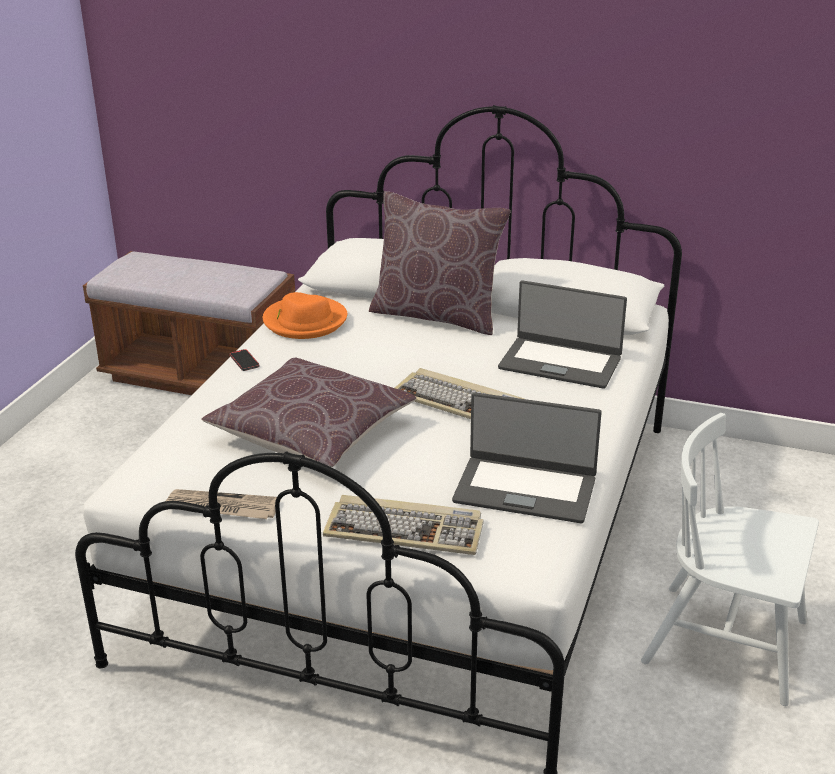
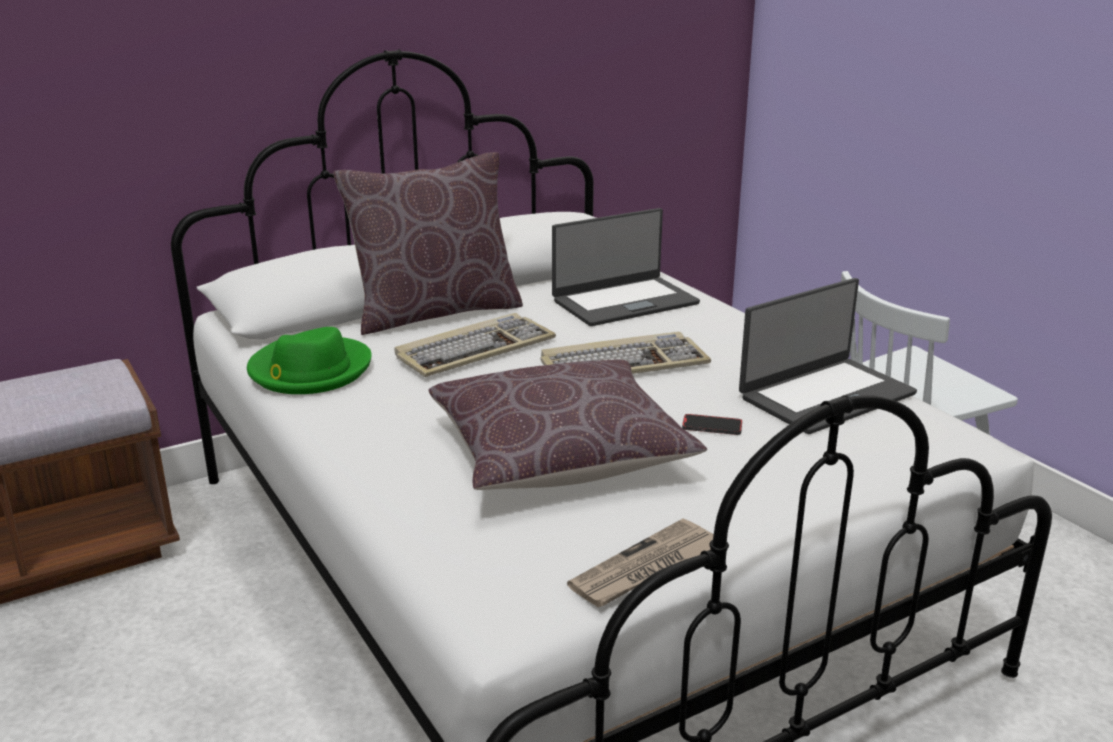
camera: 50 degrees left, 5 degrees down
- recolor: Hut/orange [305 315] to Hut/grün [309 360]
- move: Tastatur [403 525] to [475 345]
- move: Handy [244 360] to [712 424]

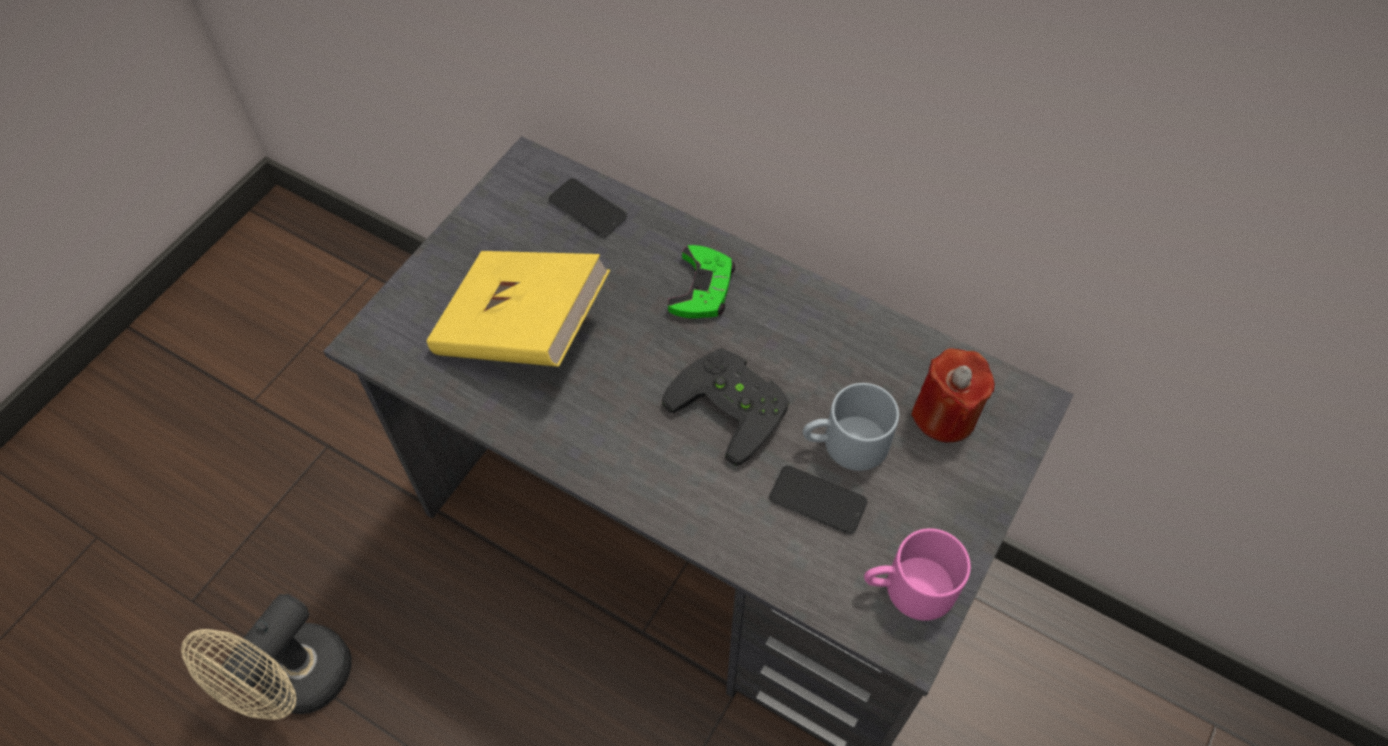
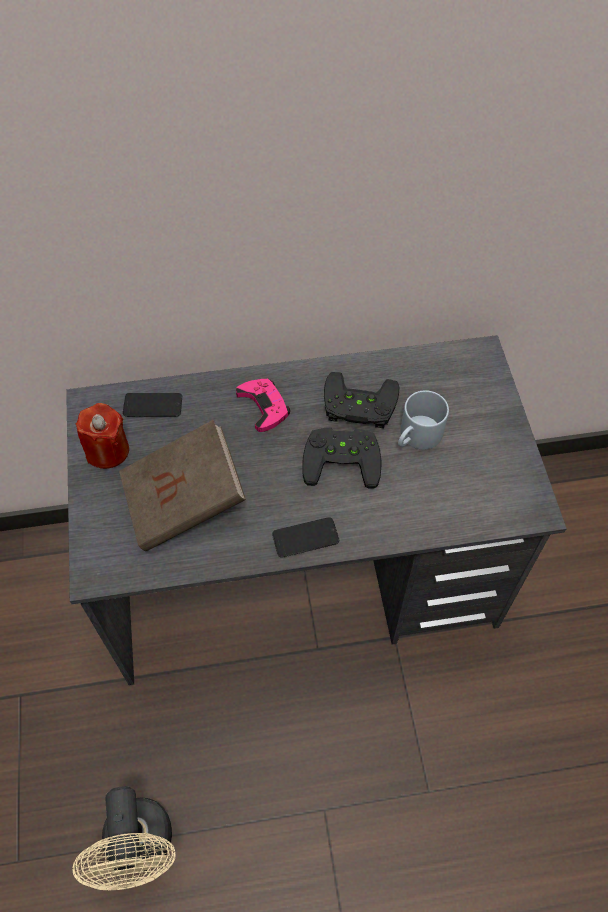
camera: 40 degrees left, 0 degrees up
- move: Kerze/rot [953 395] to [102 436]
- recolor: Buch/gelb [518 309] to Buch/braun [182 485]
- recolor: Gamepad/grün [701 281] to Gamepad/rosa [263 405]
- move: Handy [818 499] to [305 537]
- insert: Gamepad/schwarz [361 400]
- delete: Henkelbecher/rosa [917 574]

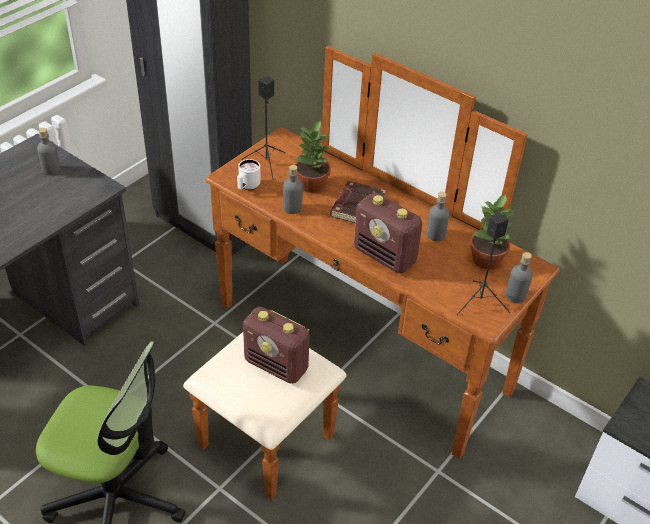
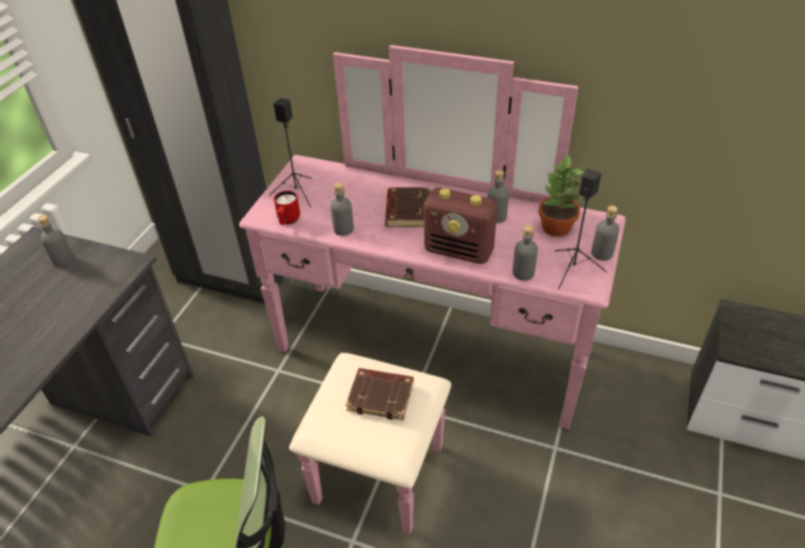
camera: 15 degrees left, 0 degrees up
- recolor: Kommode/braun [371 273] to Kommode/rosa [432 290]
- recolor: Henkelbecher/weiß [249 174] to Henkelbecher/rot [287 208]
- replace: Radio [276 345] to Buch/braun [380 394]
- insert: Flasche/grau [525 253]
- delete: Topfpflanze [313 156]

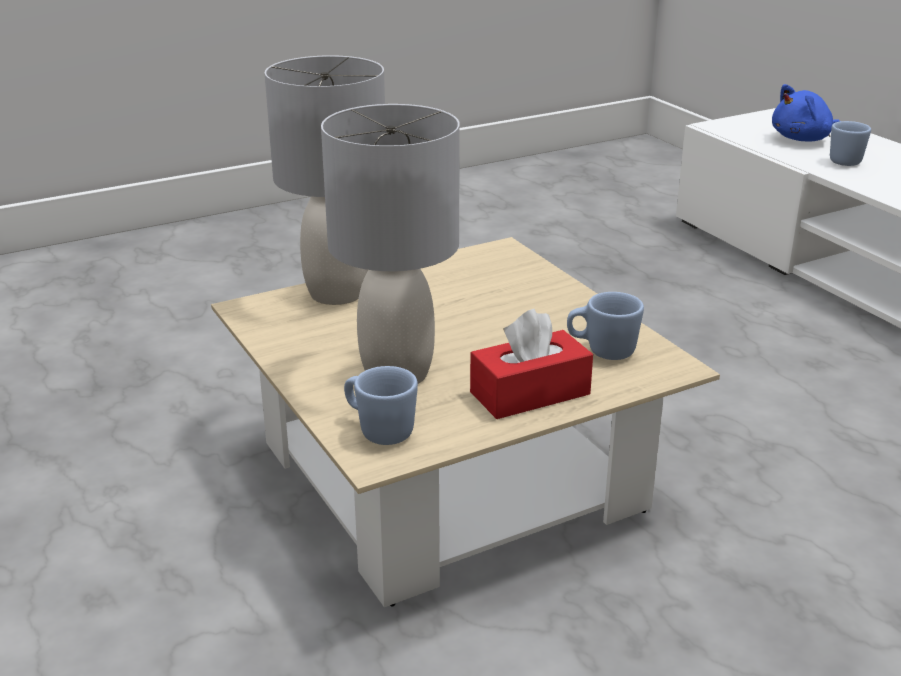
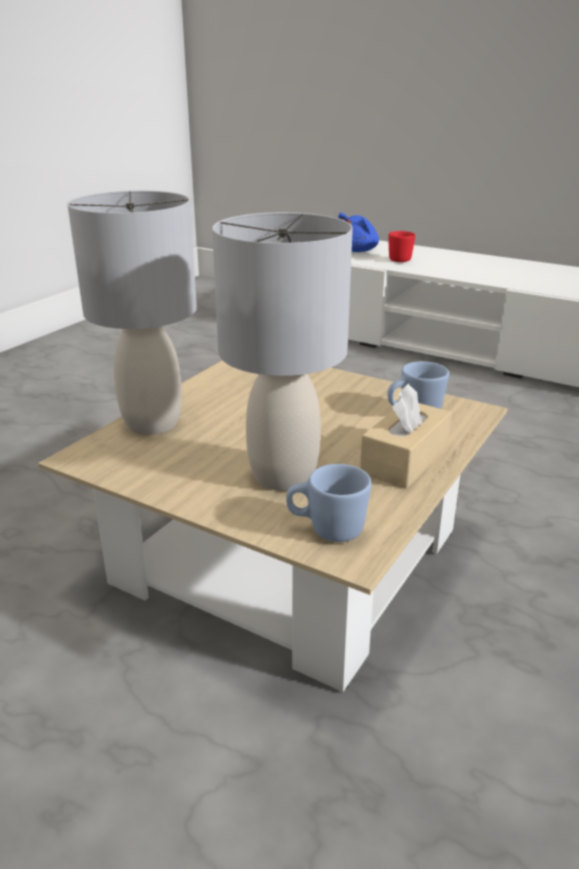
camera: 30 degrees left, 0 degrees up
- recolor: Taschentuchbox/rot [531 364] to Taschentuchbox/beige [405 435]
- recolor: Henkelbecher/blau [850 143] to Henkelbecher/rot [401 246]

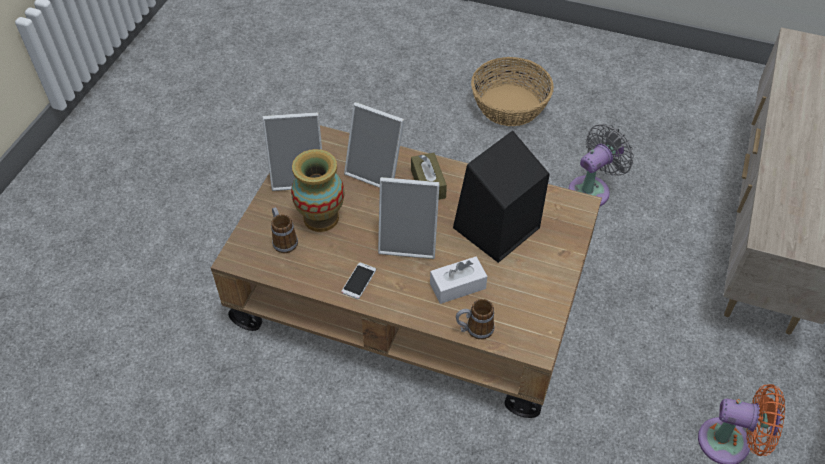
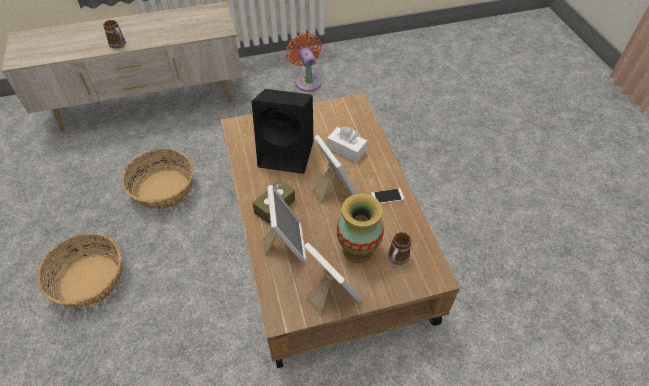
camera: 125 degrees left, 0 degrees up
- move: Henkelbecher [475 319] to [114 34]
- replace: Ventilator/grau [601 165] to Korb [158 179]

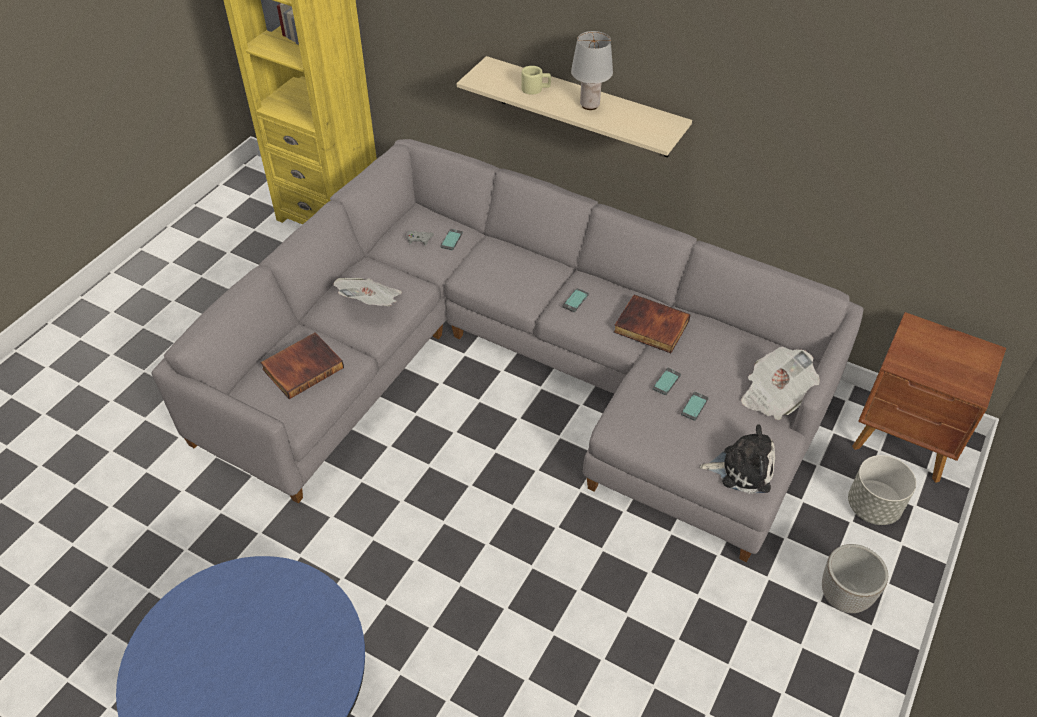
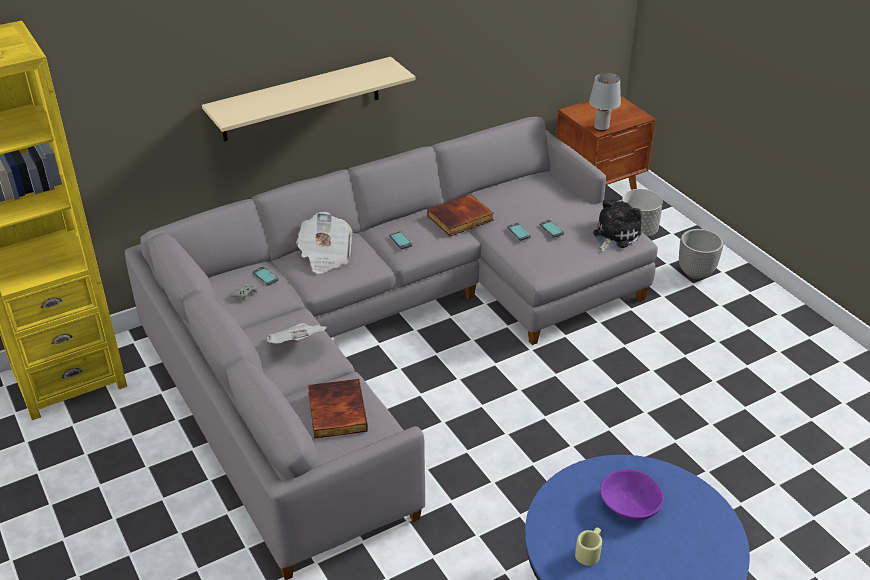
camera: 60 degrees left, 10 degrees down
- move: Zeitung [780 383] to [324 243]
- move: Henkelbecher/beige [536 80] to [588 546]
- move: Tischlampe/grau [592 70] to [605 102]
- insert: Schüssel/lila [632 494]

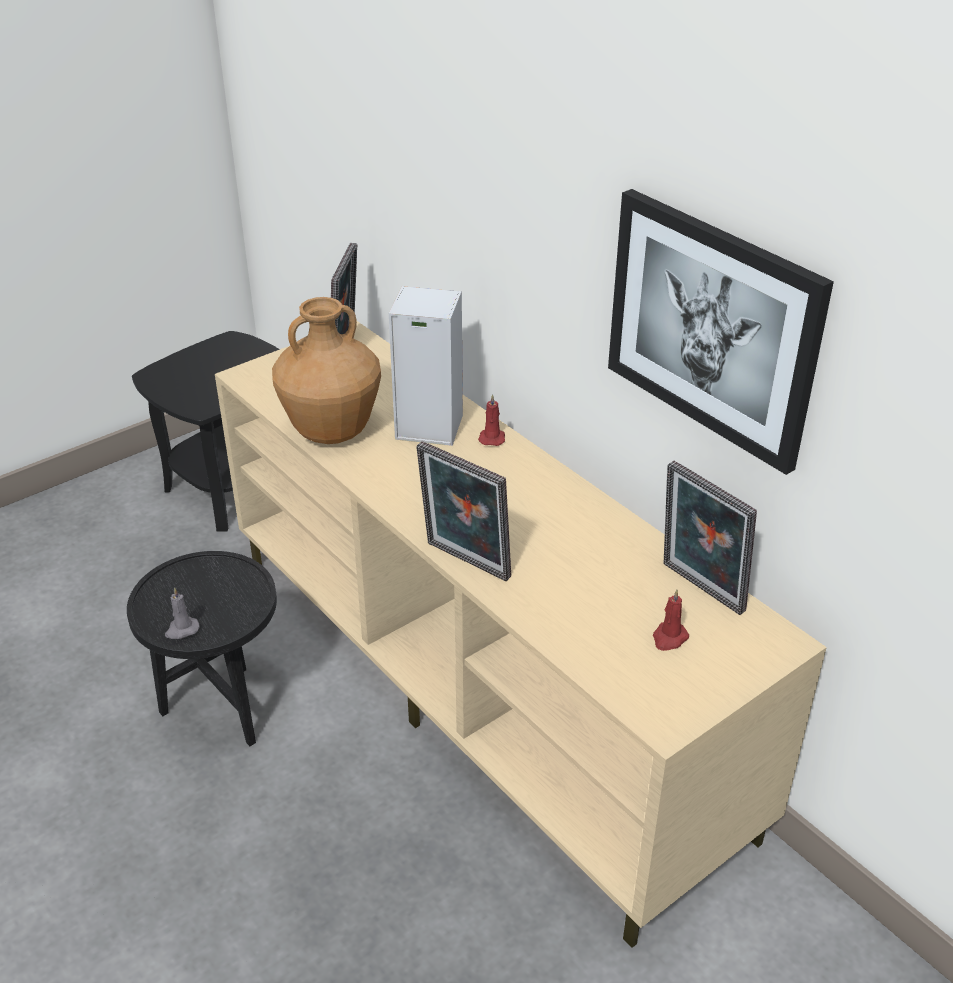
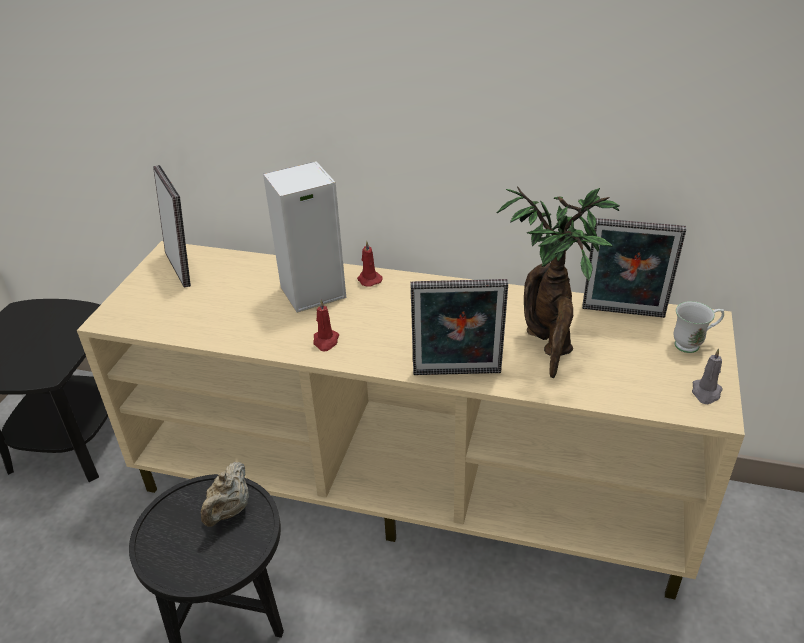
camera: 35 degrees left, 0 degrees up
- insert: Teekanne/beige [225 494]
- move: Kerze/rot [671 620] to [326 325]
- insert: Topfpflanze [558 282]
- insert: Henkelbecher/weiß [698 327]
- move: Kerze/grau [182 613] to [707 376]
- delete: Vase/braun [326 370]
- delete: Bild [721 332]

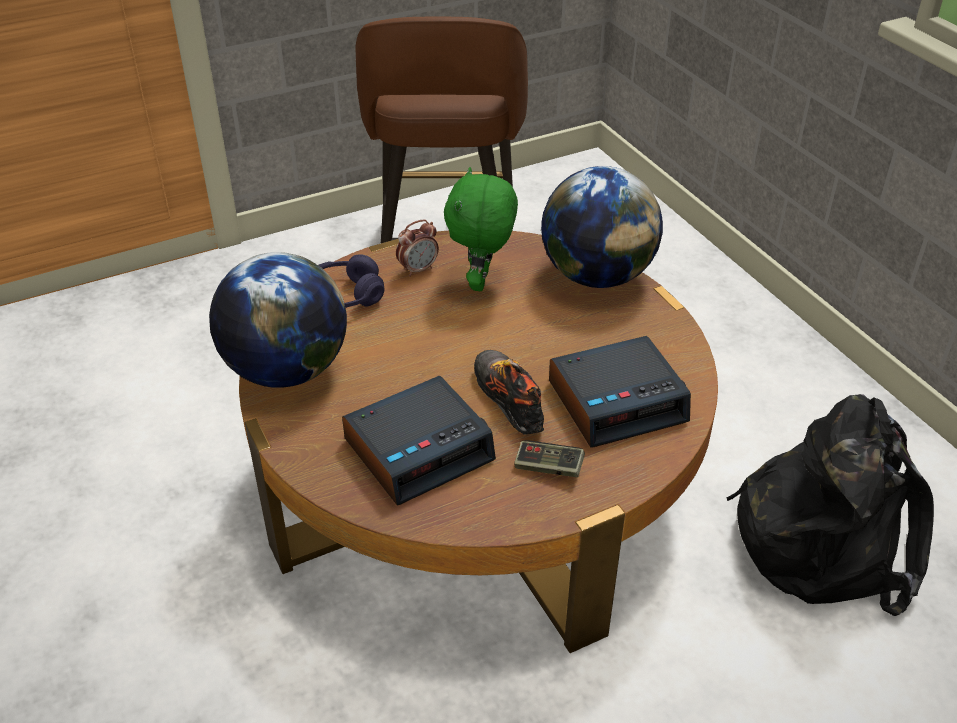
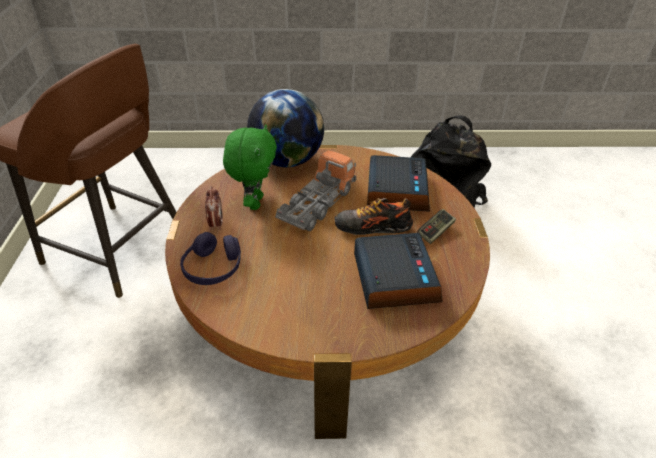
camera: 65 degrees left, 0 degrees up
- rotate: Plüschtier/grün [481 229] = [250 167] 120 degrees counterclockwise
- insert: Spielzeuglaster [315 190]
- delete: Globus [278 320]

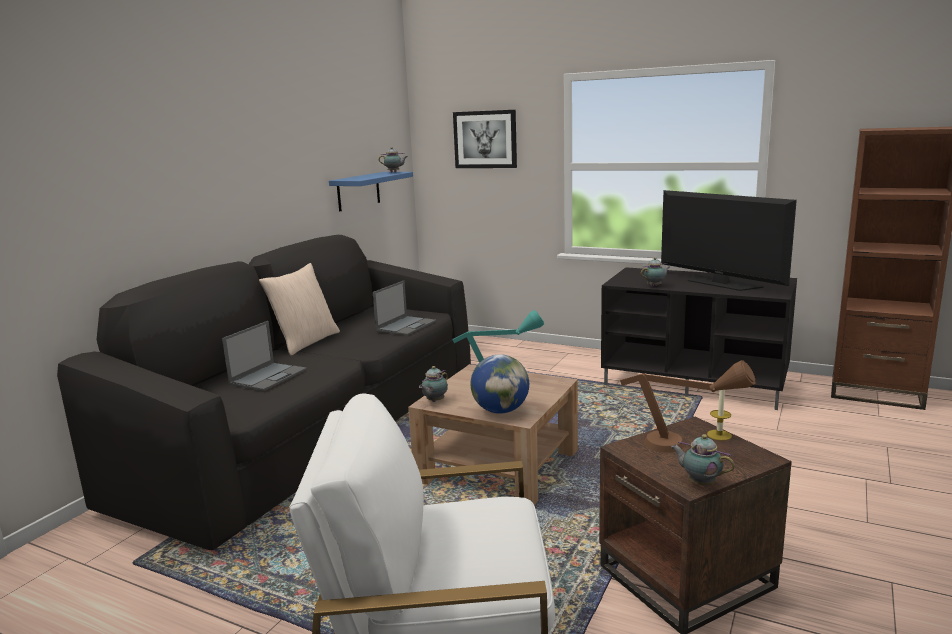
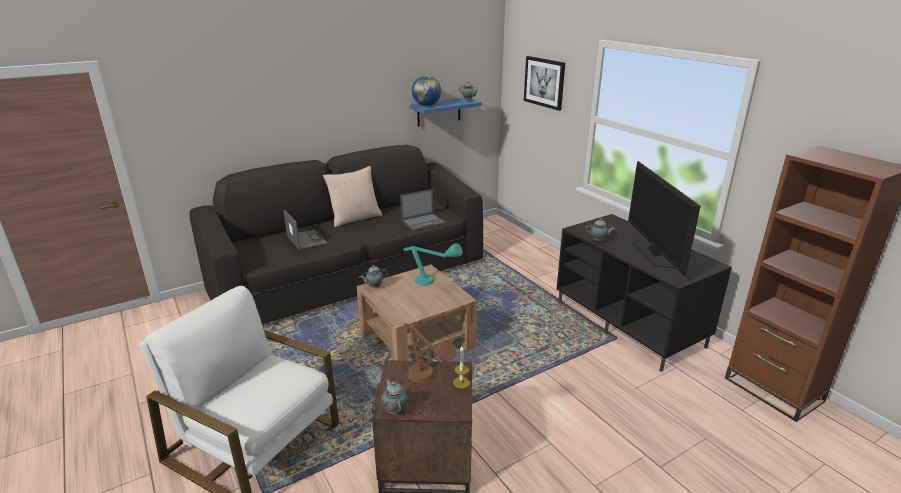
camera: 30 degrees right, 10 degrees up
- rotate: Laptop [264 356] = [305 230] 90 degrees counterclockwise
- move: Globus [500 384] to [426 90]

